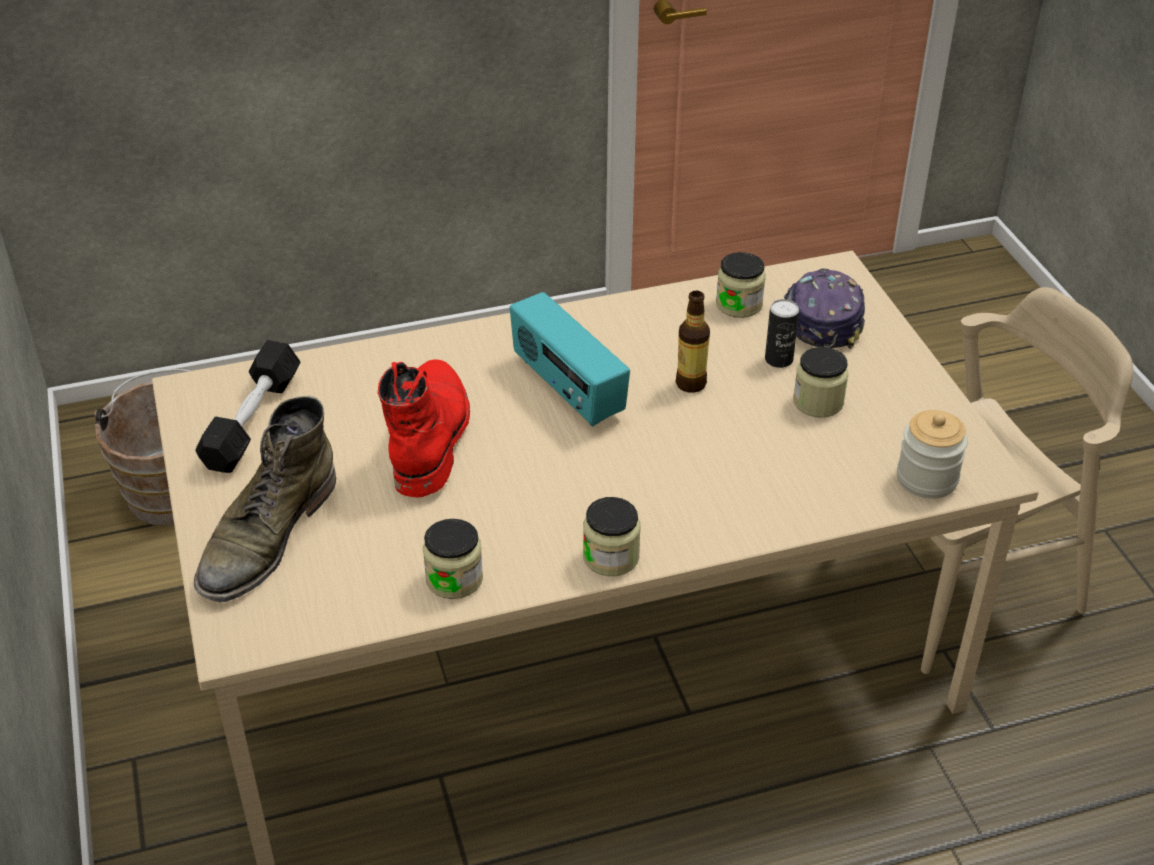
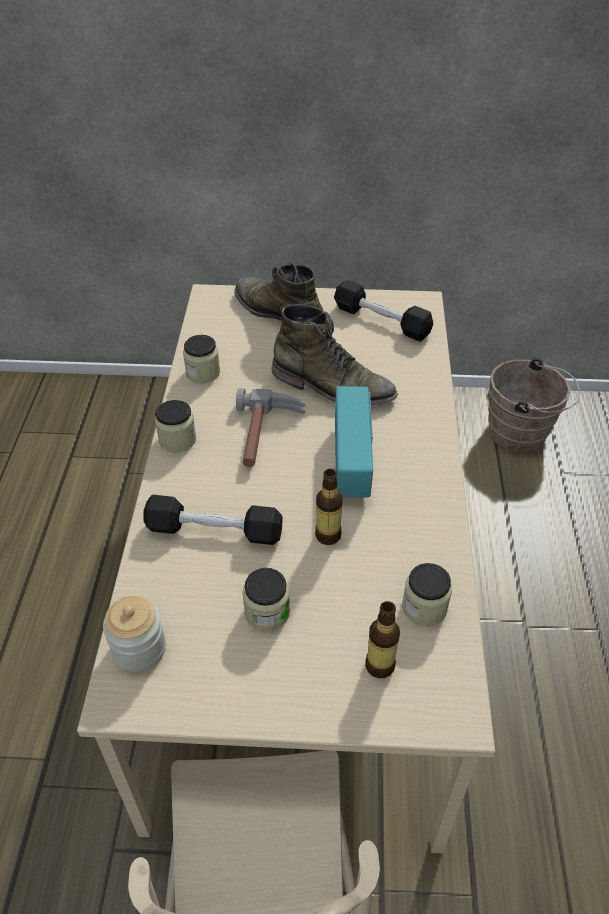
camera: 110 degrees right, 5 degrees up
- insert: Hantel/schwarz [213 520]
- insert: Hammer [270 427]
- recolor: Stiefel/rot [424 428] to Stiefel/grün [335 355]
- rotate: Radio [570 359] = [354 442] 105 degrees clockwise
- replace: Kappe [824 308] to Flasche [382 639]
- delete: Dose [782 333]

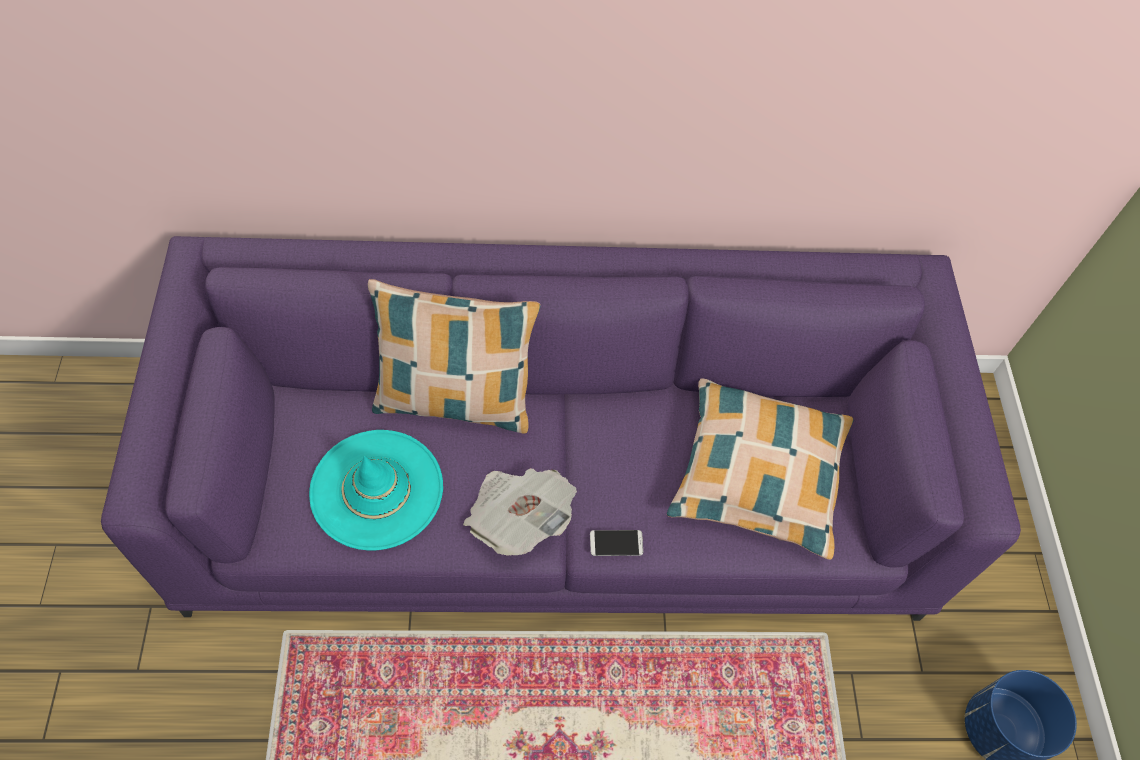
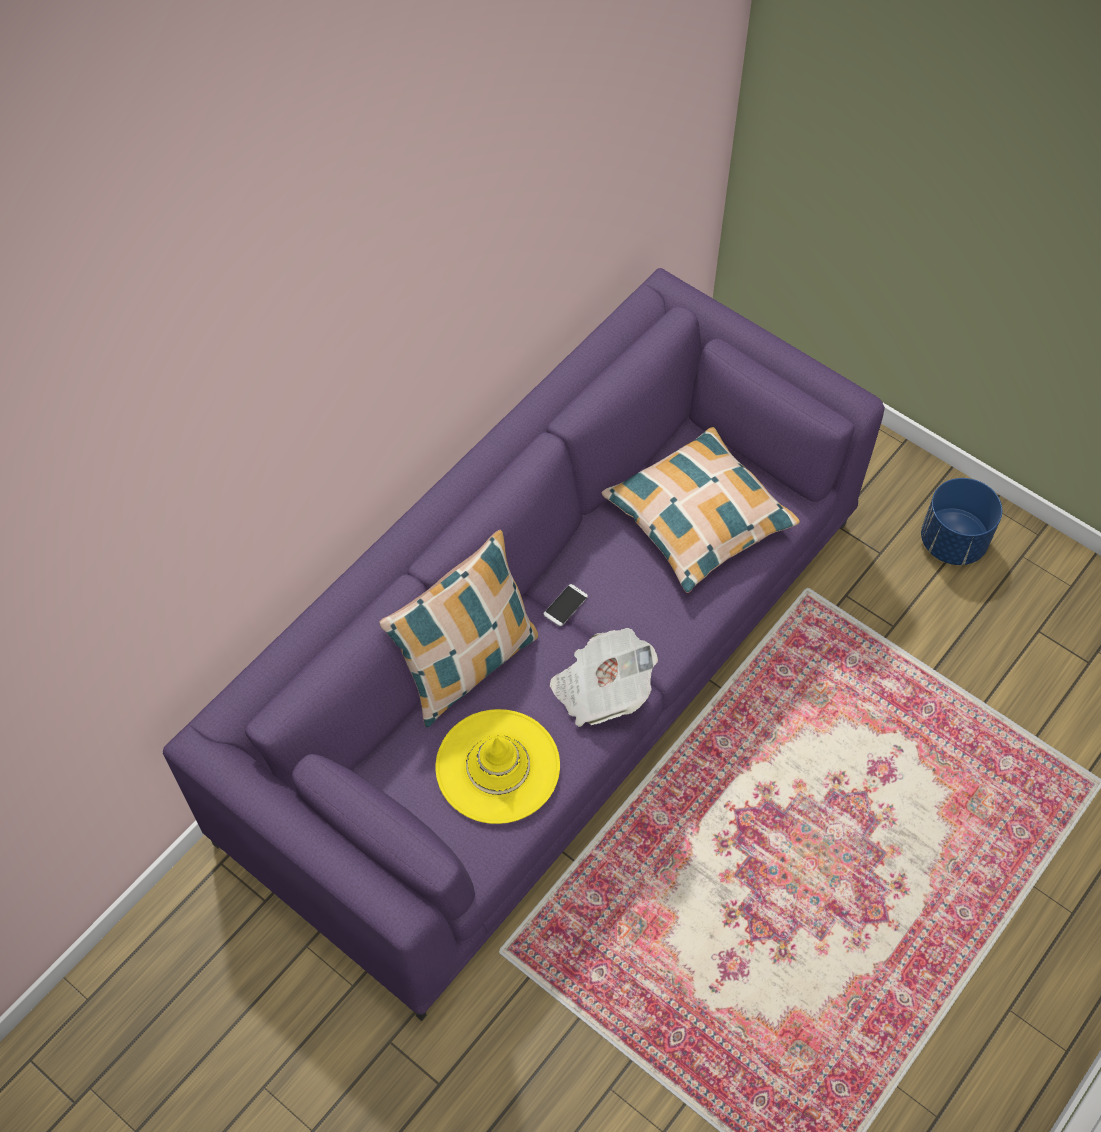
camera: 45 degrees left, 0 degrees up
- recolor: Hut/türkis [376 490] to Hut/gelb [498 766]
- move: Handy [616 543] to [565 605]

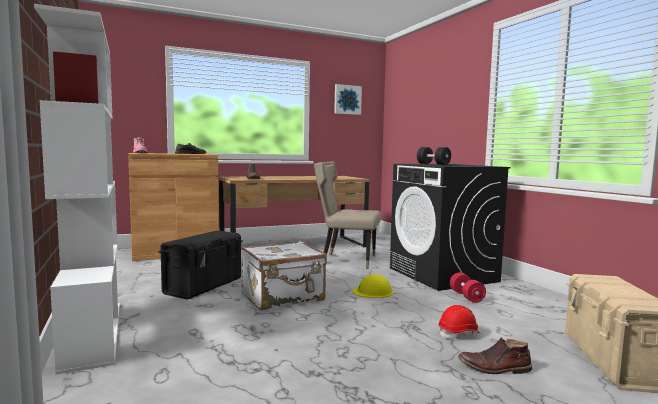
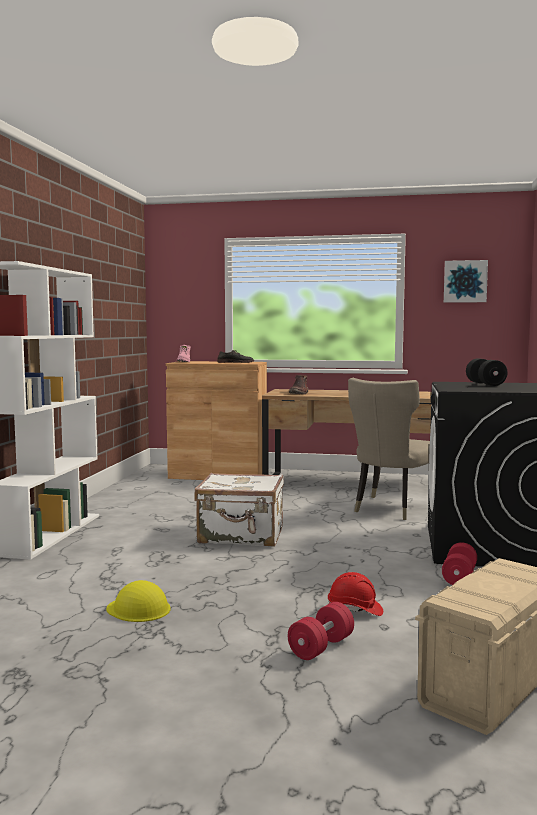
camera: 35 degrees right, 0 degrees up
- move: Schutzhelm/gelb [372 286] to [138 601]
- replace: Stiefel/braun [495 355] to Hantel/rot [321 631]
- rotate: Stuhl/beige [347 215] = [389 449] 105 degrees counterclockwise
- delete: Aufbewahrungsbox/schwarz [200 265]

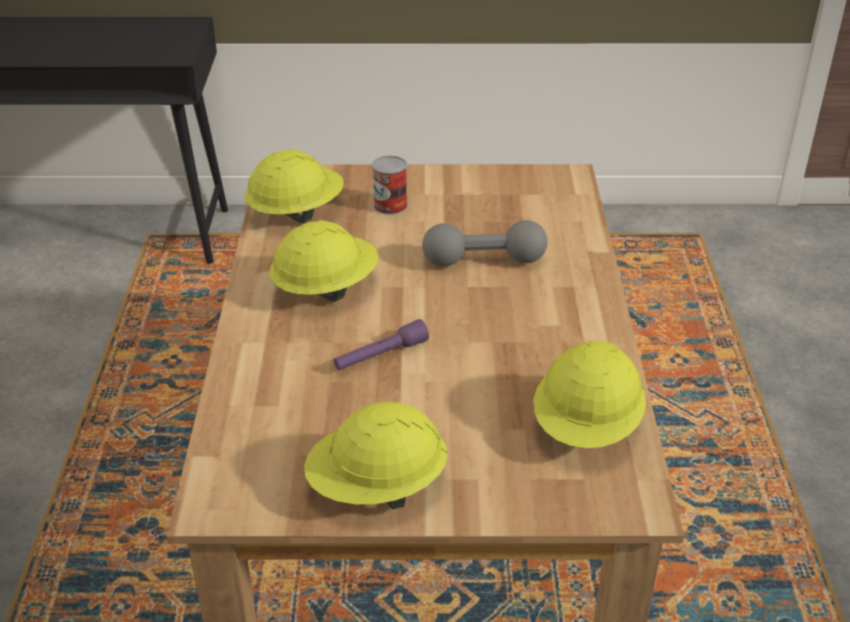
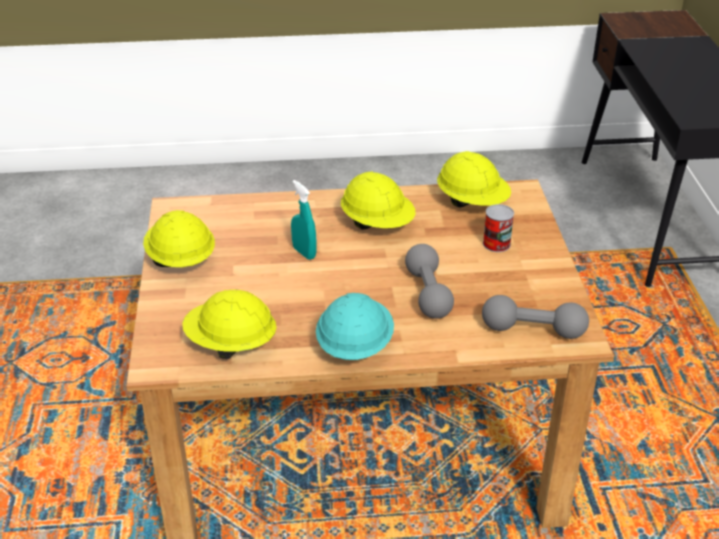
camera: 85 degrees right, 0 degrees up
- replace: Taschenlampe/lila [381 344] to Sprühflasche/türkis [304 220]
- insert: Schutzhelm/türkis [355 326]
- insert: Hantel/grau [535 317]

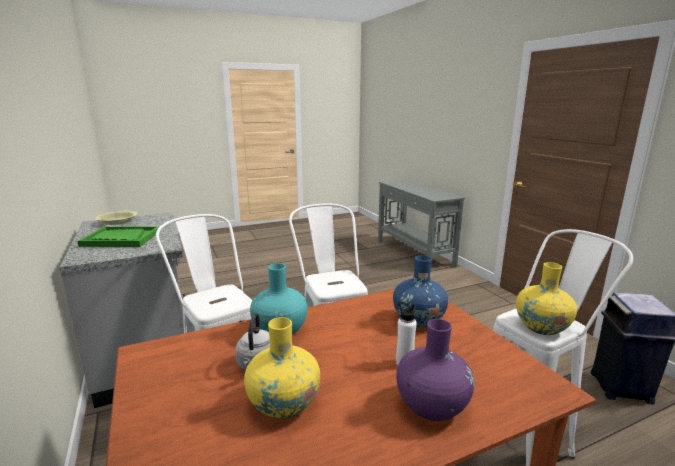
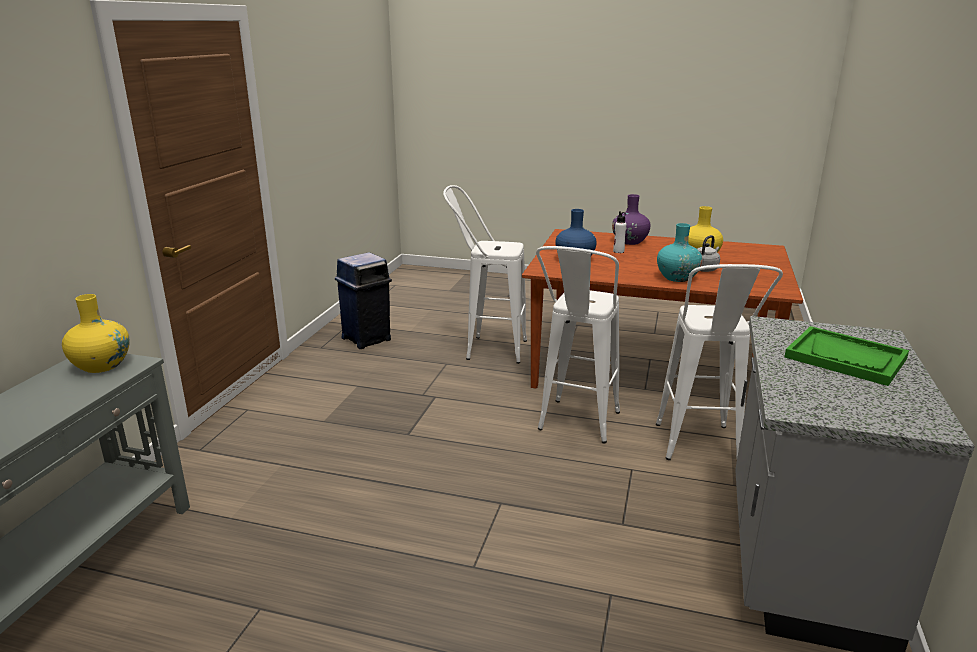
camera: 140 degrees left, 5 degrees up
- move: Vase/gelb [546 298] to [96 333]
- delete: Schüssel/gelb [116 218]

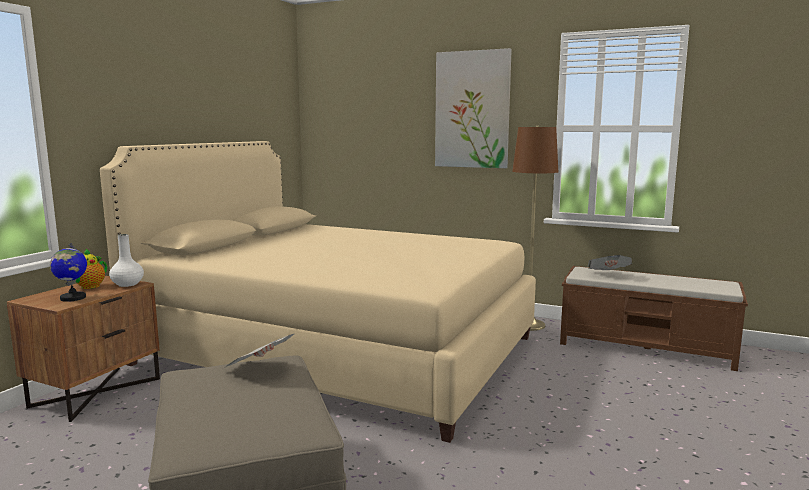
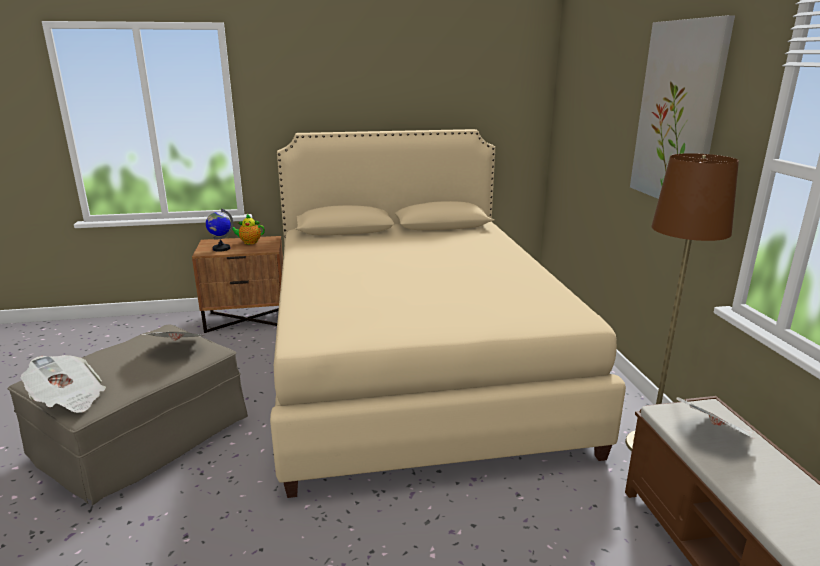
camera: 55 degrees right, 10 degrees up
- insert: Zeitung [63 384]
- delete: Vase/weiß [126 260]

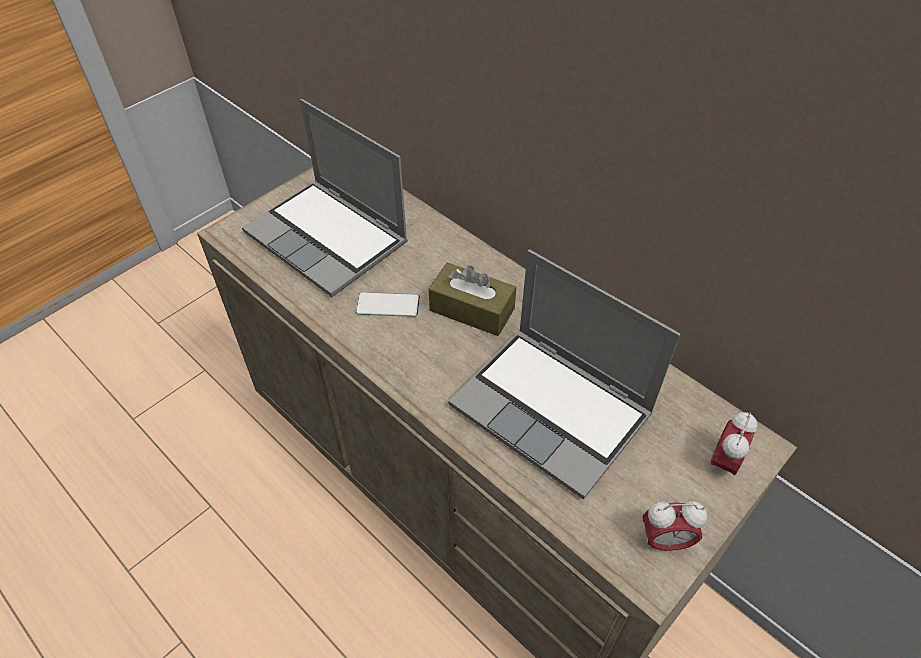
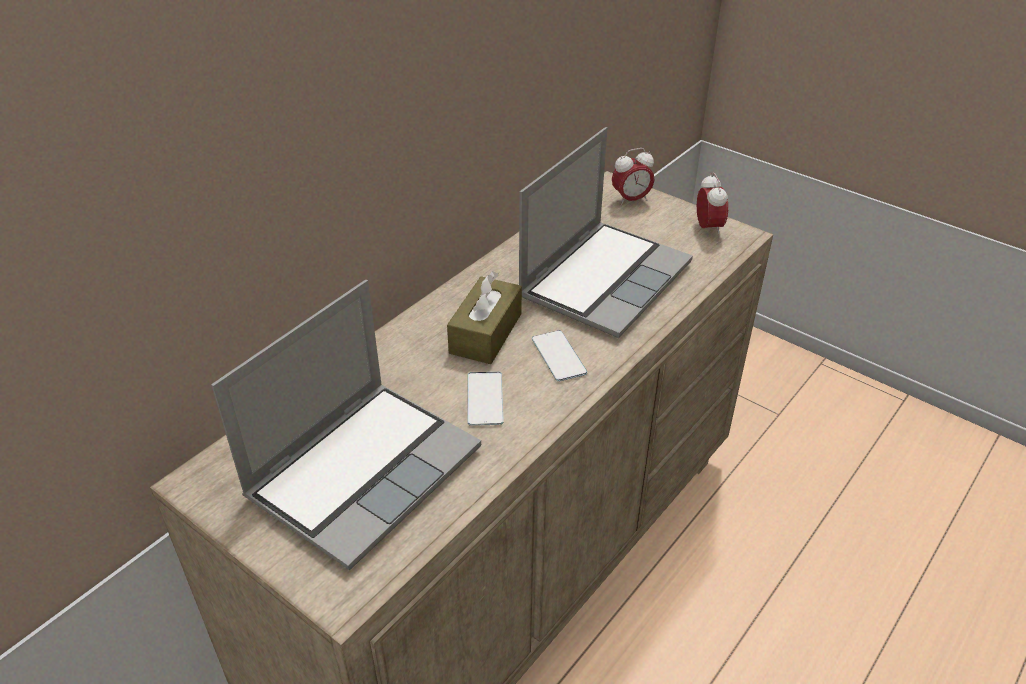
camera: 95 degrees left, 10 degrees down
- insert: Handy [559 356]
- rotate: Wecker [734 443] = [633 177] 45 degrees counterclockwise

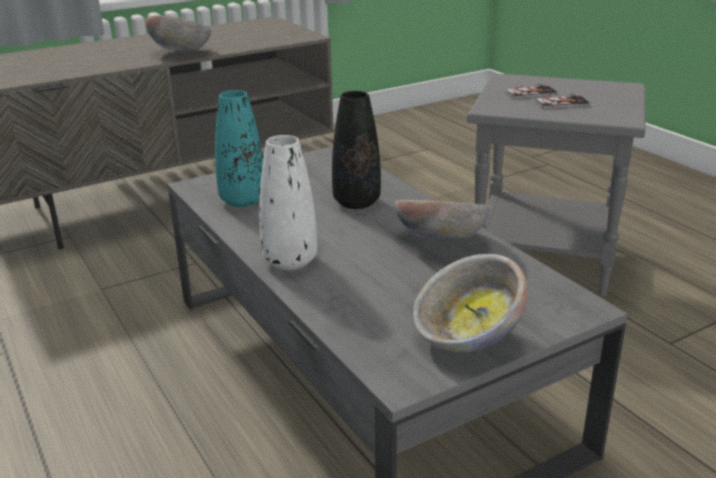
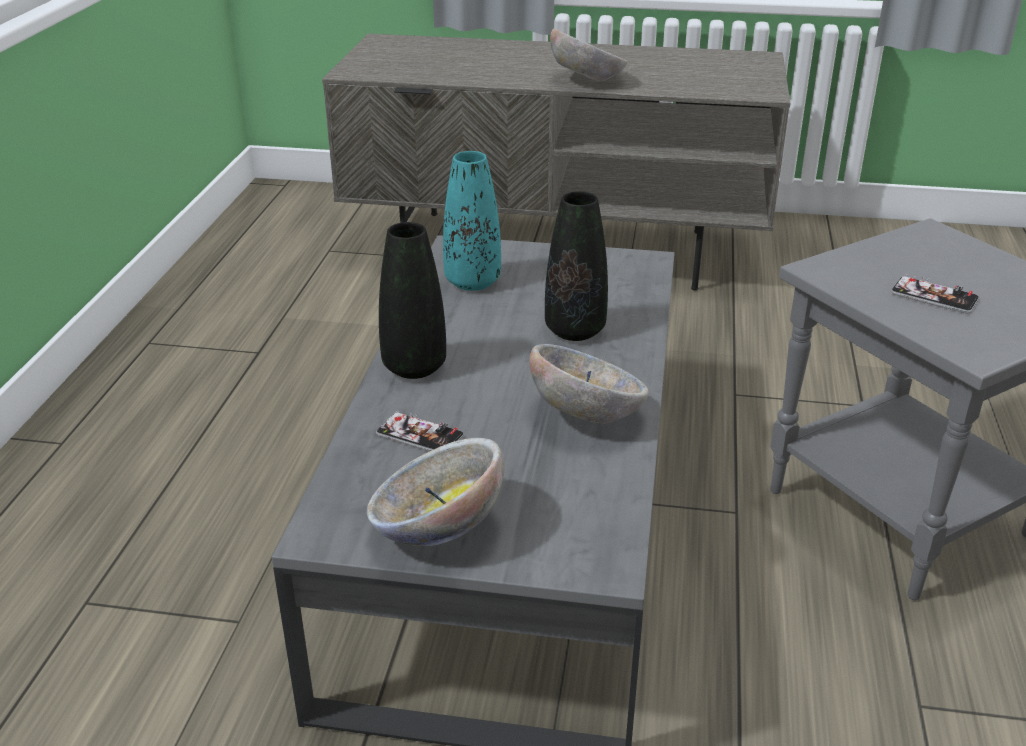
camera: 40 degrees right, 5 degrees up
- move: Handy [531 91] to [420 431]
- recolor: Vase/weiß [288 202] to Vase/schwarz [412 300]

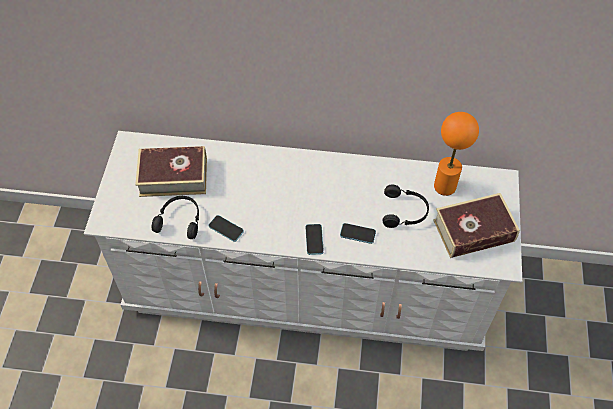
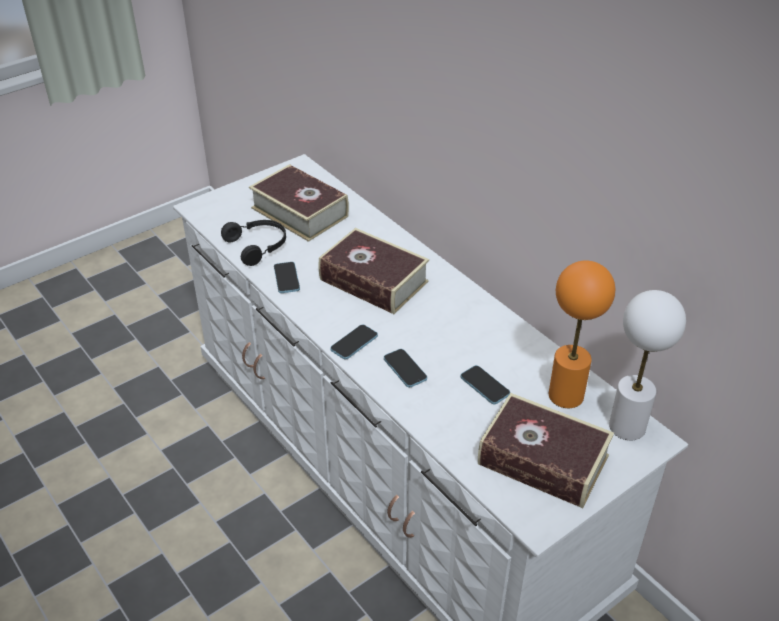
camera: 45 degrees right, 15 degrees down
- insert: Buch [374 271]
- replace: Kopfhörer/schwarz [405 206] to Handy [485 385]
- insert: Tischlampe/weiß [647 365]

